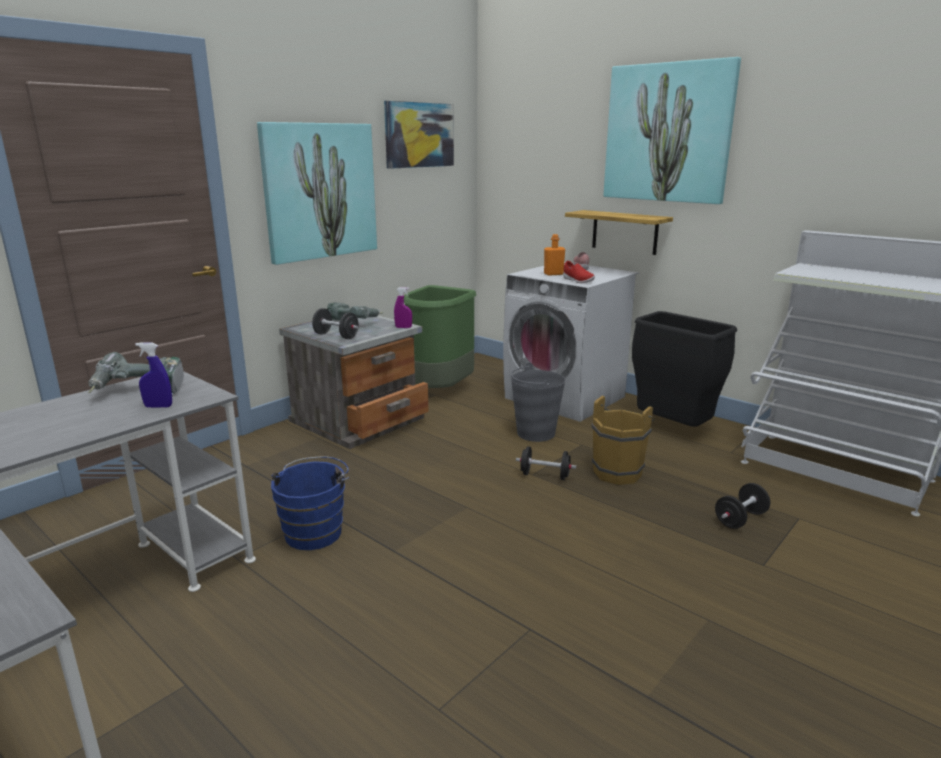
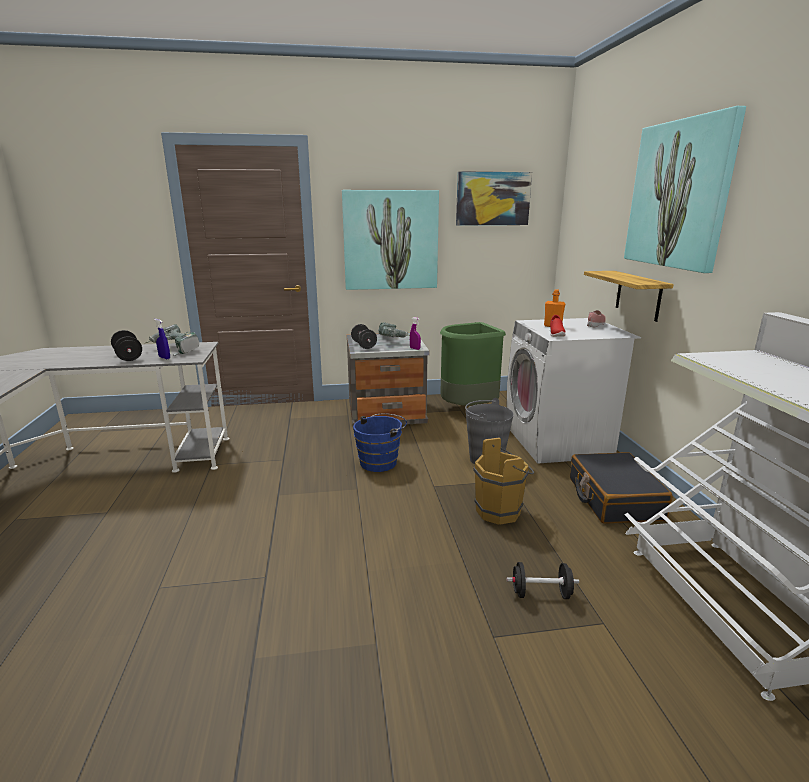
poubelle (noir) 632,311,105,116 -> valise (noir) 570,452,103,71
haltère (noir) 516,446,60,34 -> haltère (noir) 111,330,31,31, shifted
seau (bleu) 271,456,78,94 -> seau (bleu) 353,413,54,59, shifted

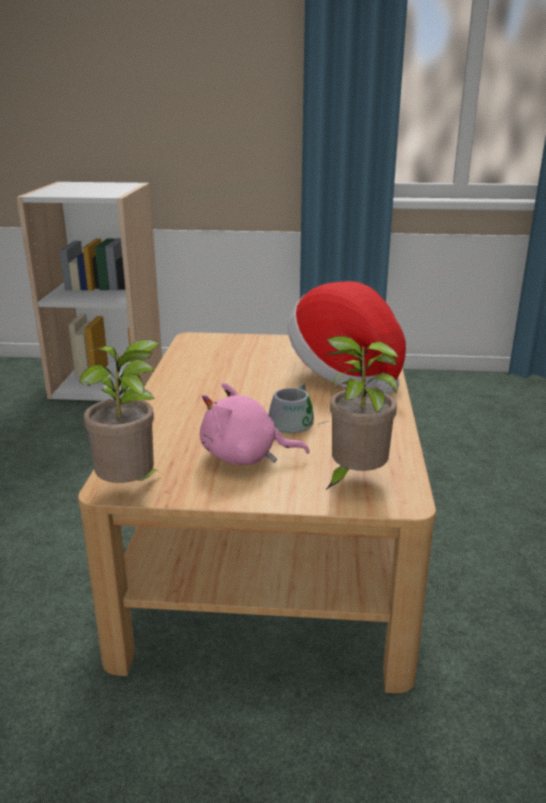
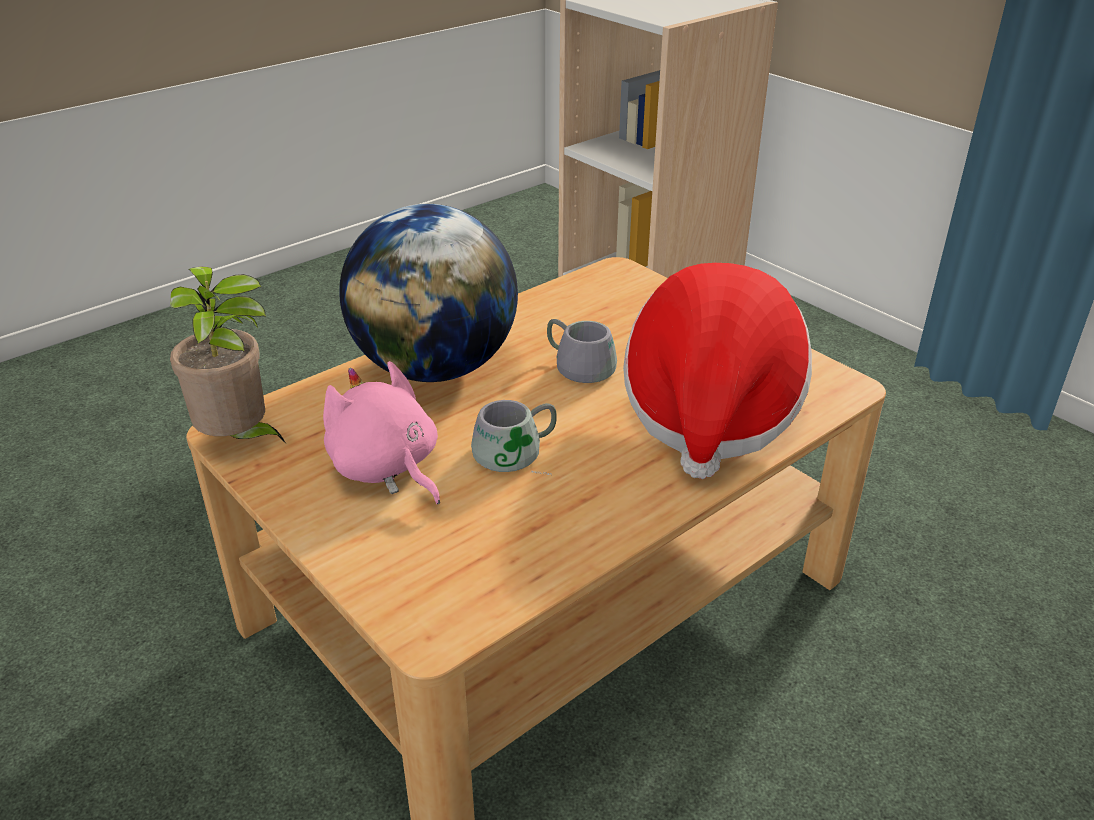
plante en pot 325,336,73,154 -> none
none -> globe 339,204,179,178
none -> mug (gris) 547,319,70,64

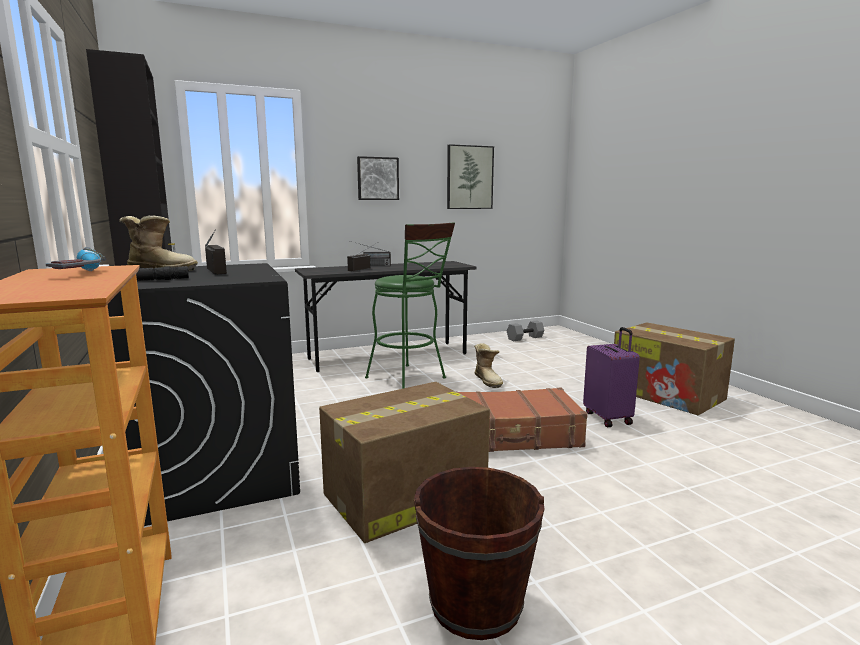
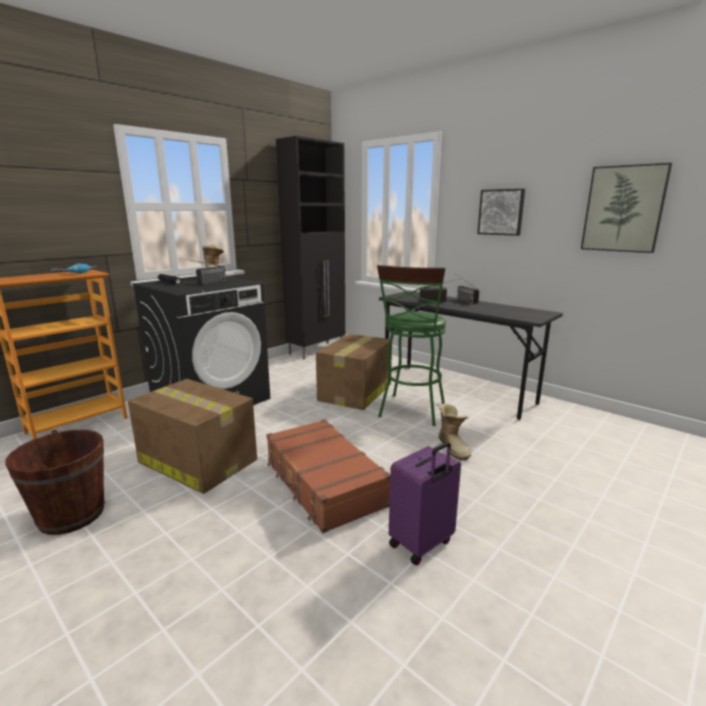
haltère (gris) 507,320,37,21 -> none
carton 614,322,121,93 -> carton 316,334,76,76, shifted
botte 474,343,29,45 -> botte 438,404,33,56, 60 degrees counterclockwise

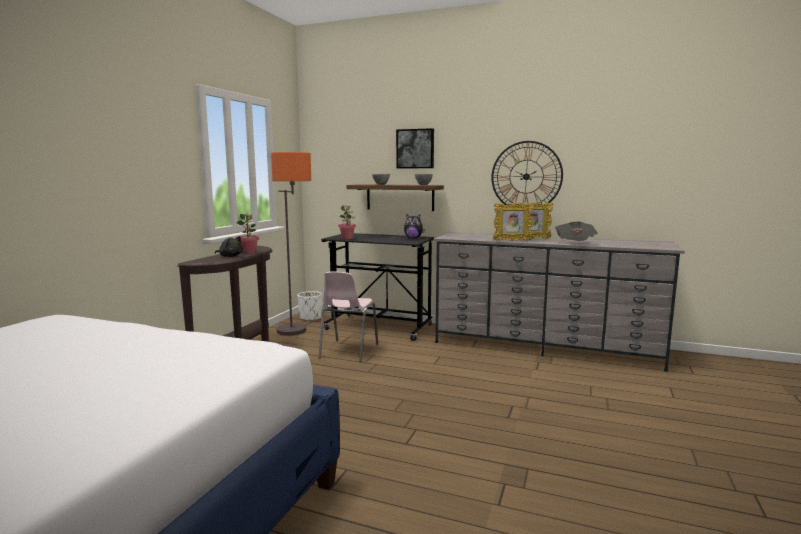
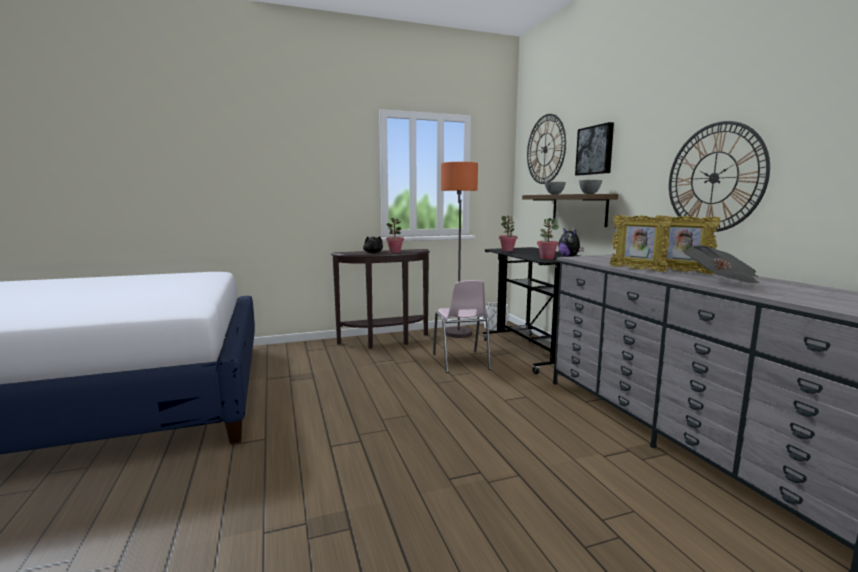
chaise (rose) 319,272,59,90 -> chaise (rose) 433,280,58,93, 75 degrees counterclockwise
none -> horloge murale 527,114,39,70
none -> plante en pot 537,218,22,41

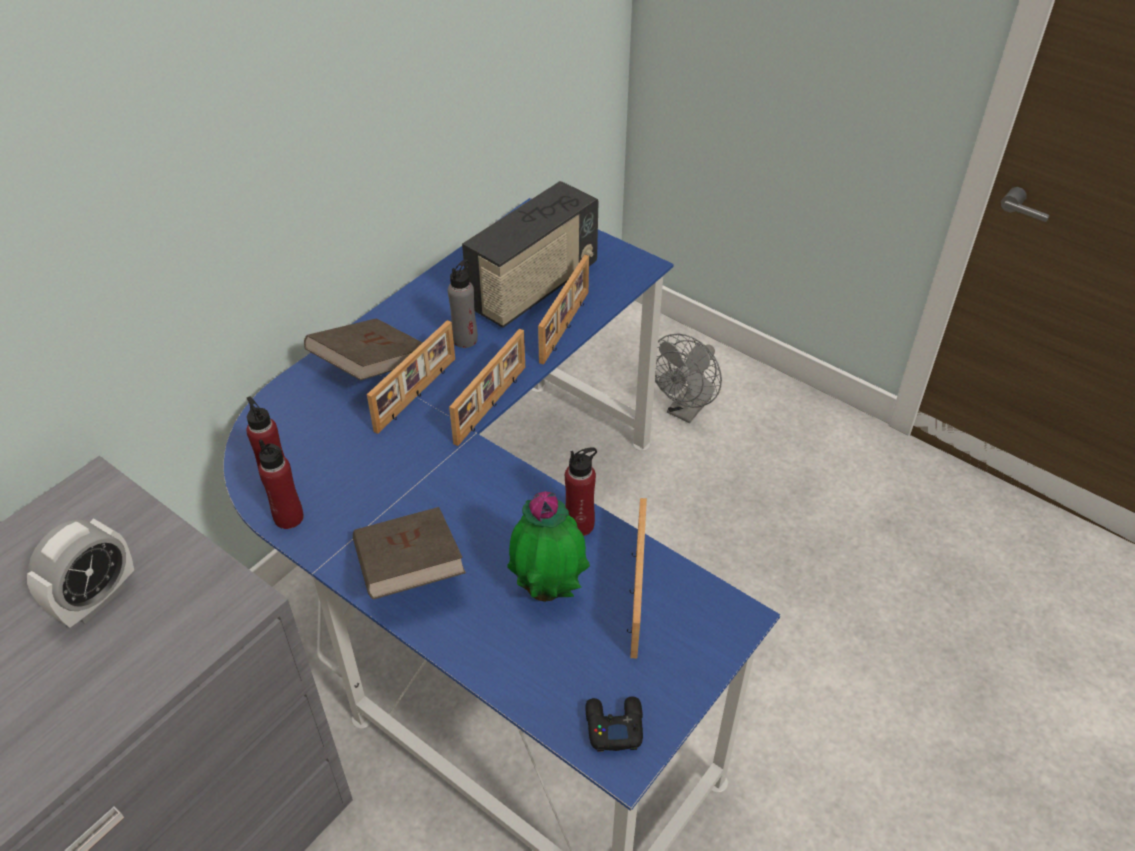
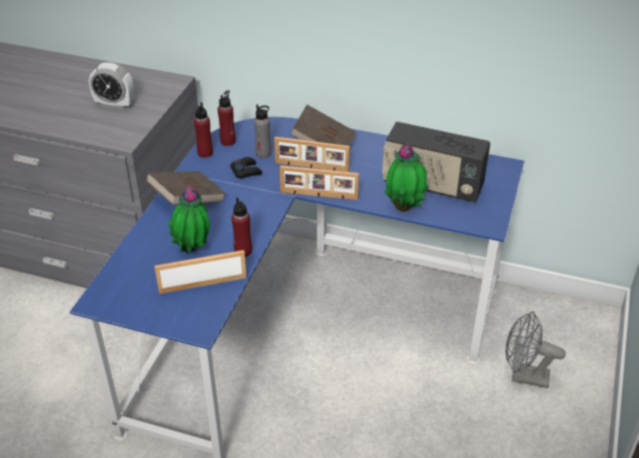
cadre photo 538,255,51,110 -> plante en pot 385,144,43,68
bouteille (gris) 448,259,30,89 -> bouteille (gris) 254,104,17,54, shifted
manette (noir) 585,696,58,56 -> manette (noir) 230,157,32,21, shifted

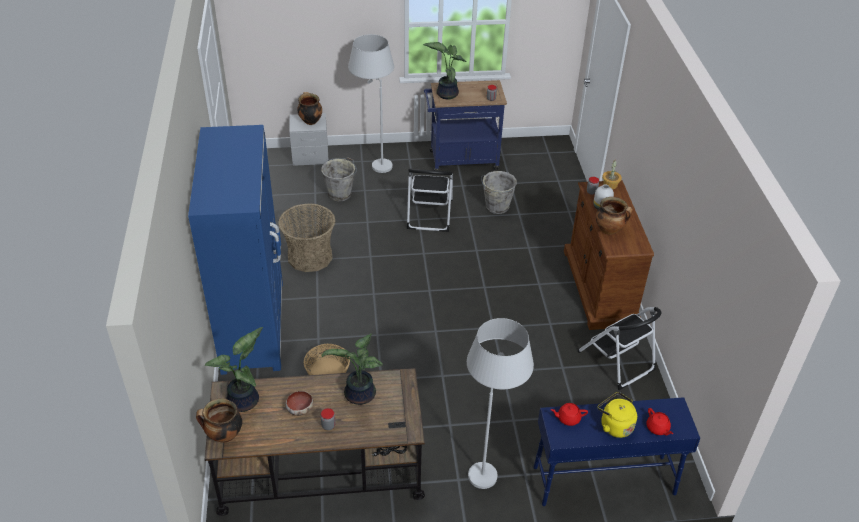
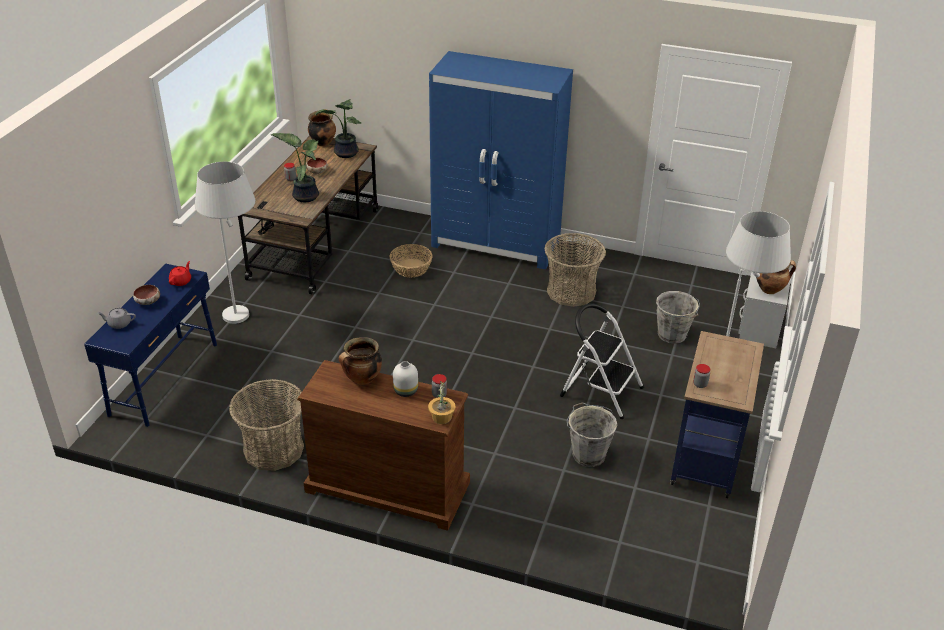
plante en pot 423,42,44,57 -> none
escabeau 578,307,83,83 -> panier 229,379,75,92
bouilloire (jaune) 597,392,40,46 -> bol 133,285,27,20
théière (rouge) 646,408,27,27 -> théière (gris) 98,308,38,21

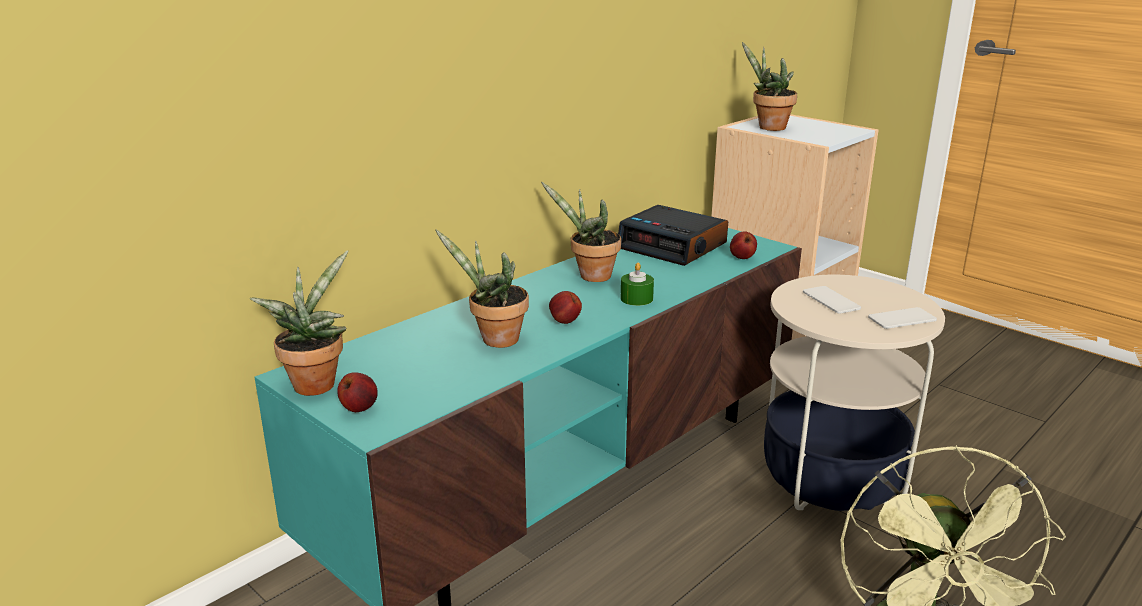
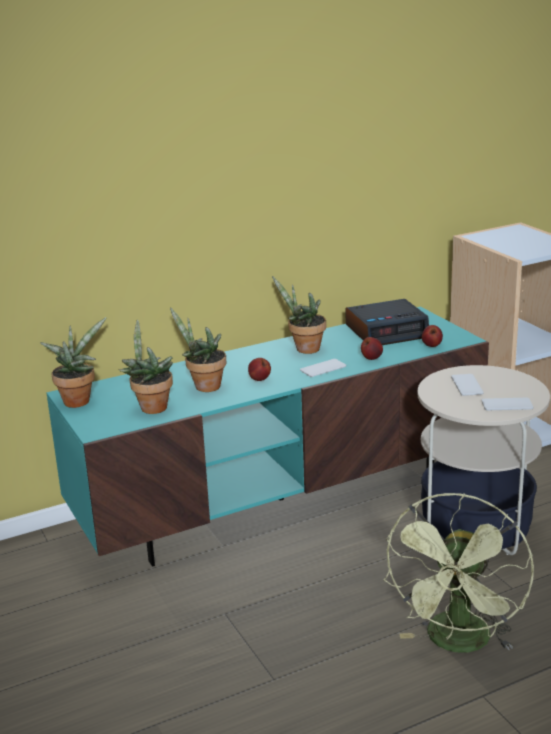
plante en pot 742,42,55,89 -> plante en pot 119,320,54,94, shifted
réveil 618,205,110,61 -> réveil 345,299,84,46, 75 degrees counterclockwise
bougie (vert) 621,262,33,44 -> téléphone 300,359,46,18
pomme 337,372,41,40 -> pomme 361,337,22,23, shifted

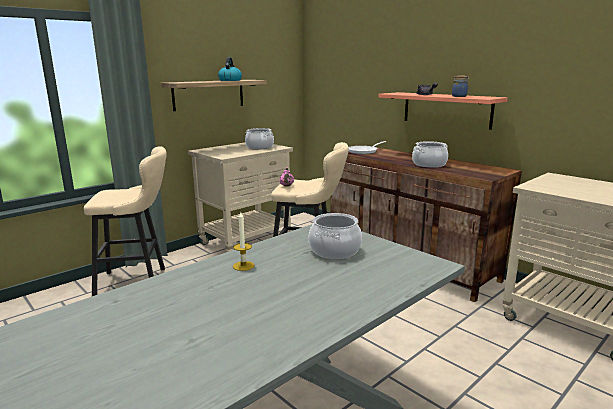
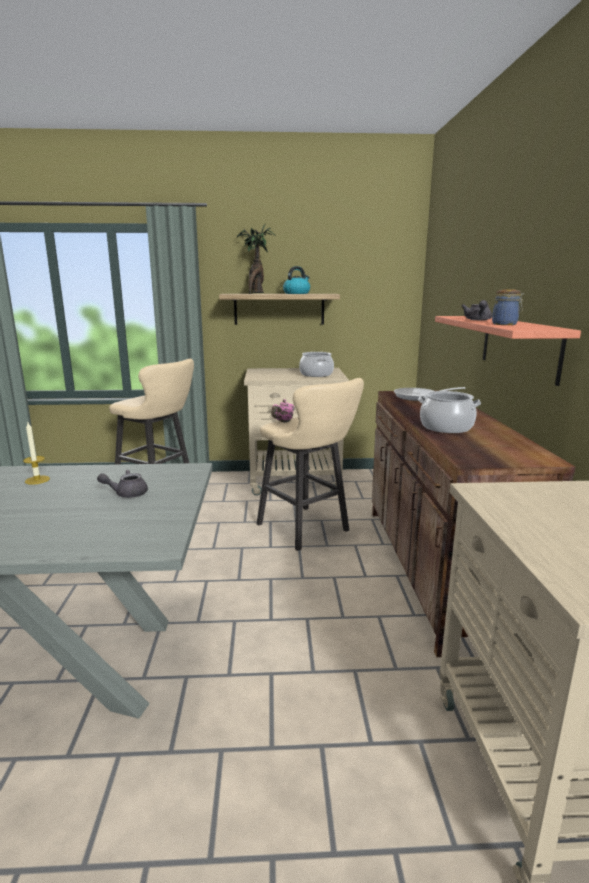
marmite 309,213,53,46 -> théière (gris) 97,470,51,28
none -> plante en pot 237,223,39,71

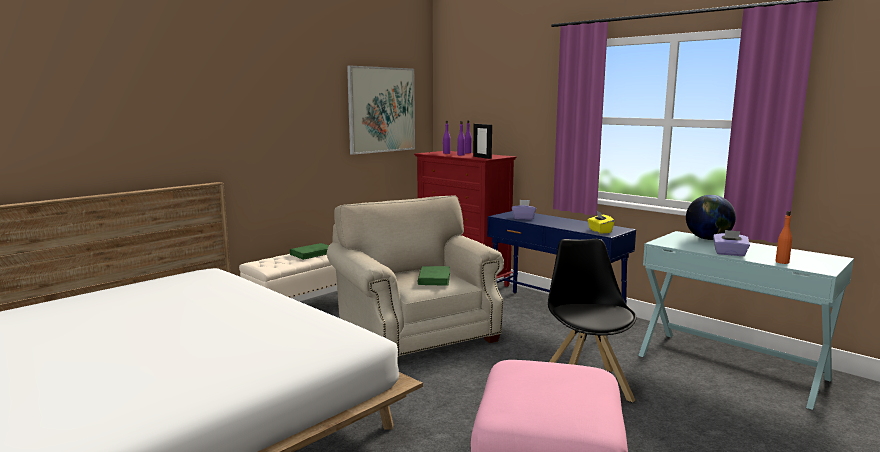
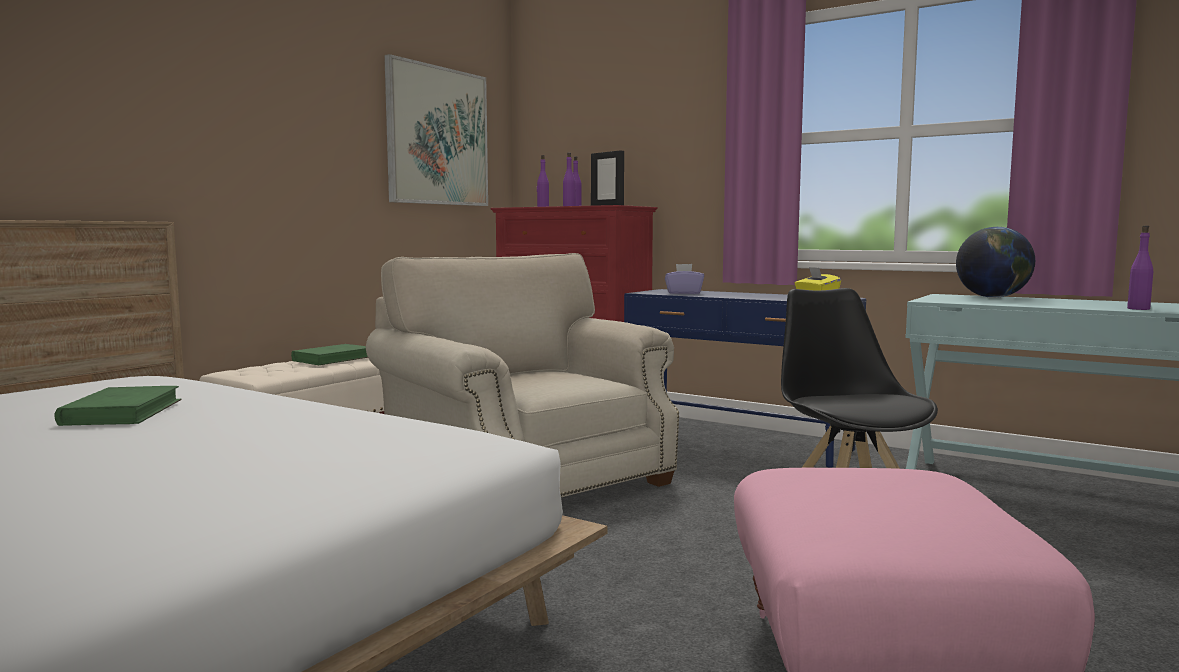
bouteille (orange) 775,211,17,53 -> bouteille (violet) 1127,225,26,85
boîte à mouchoirs (violet) 713,230,37,26 -> none
livre (vert) 417,266,33,20 -> livre (vert) 54,386,127,40, shifted

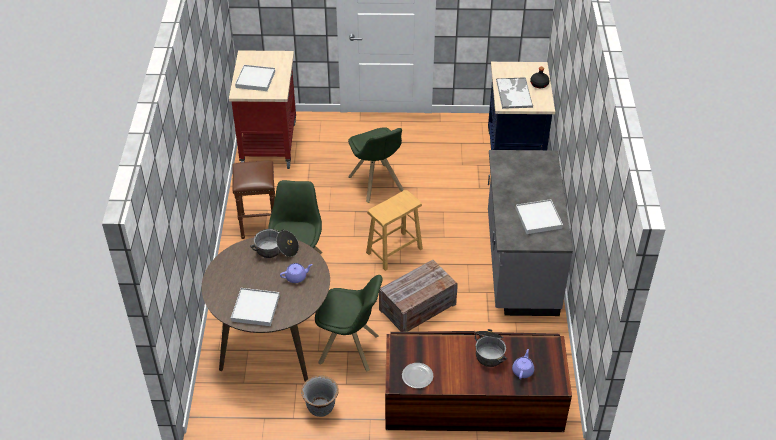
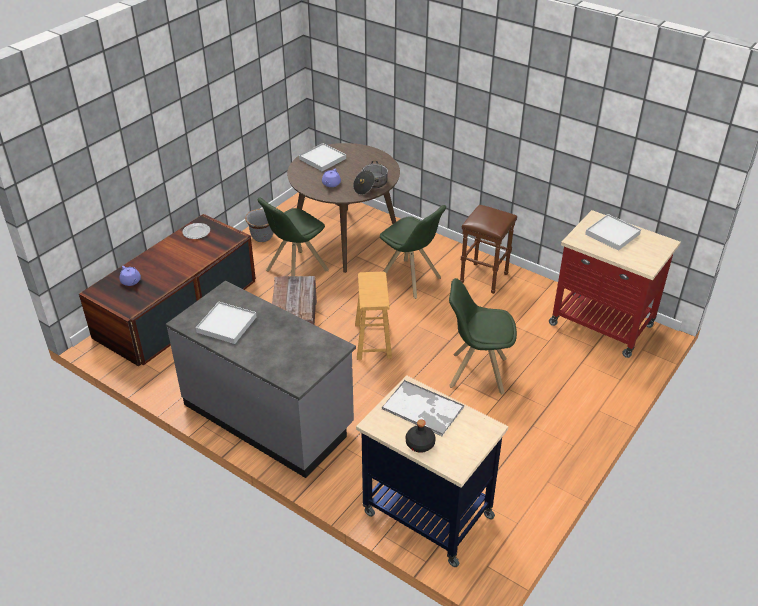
marmite 475,329,32,38 -> none

